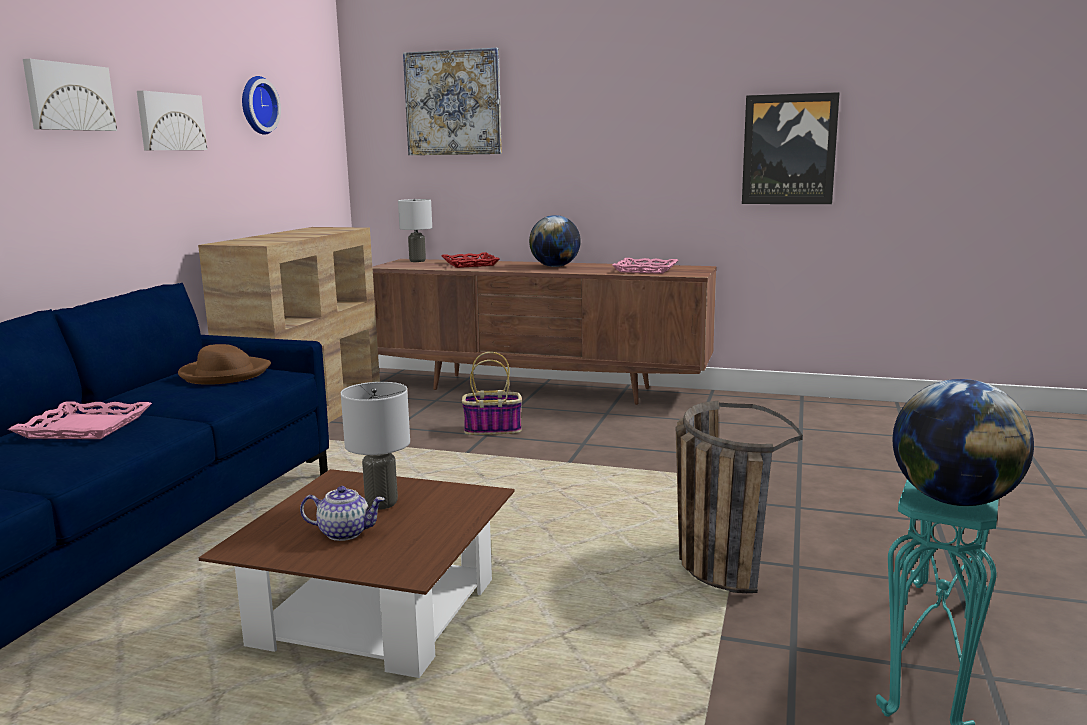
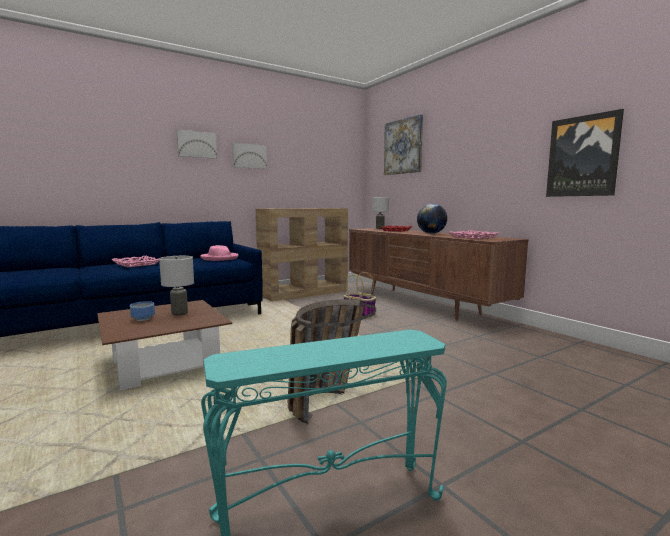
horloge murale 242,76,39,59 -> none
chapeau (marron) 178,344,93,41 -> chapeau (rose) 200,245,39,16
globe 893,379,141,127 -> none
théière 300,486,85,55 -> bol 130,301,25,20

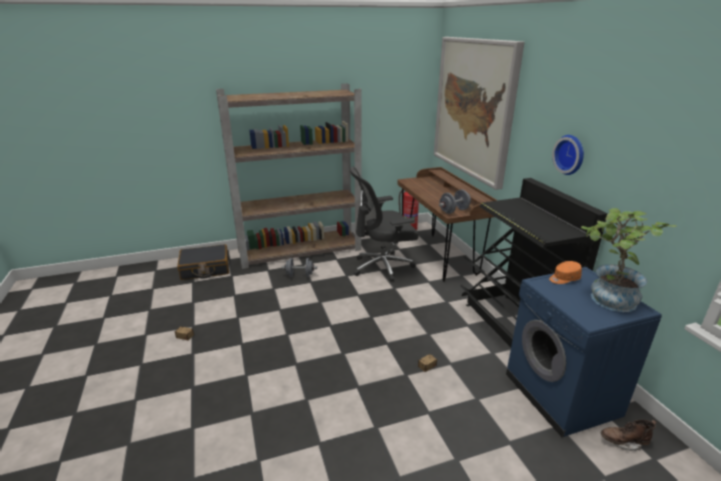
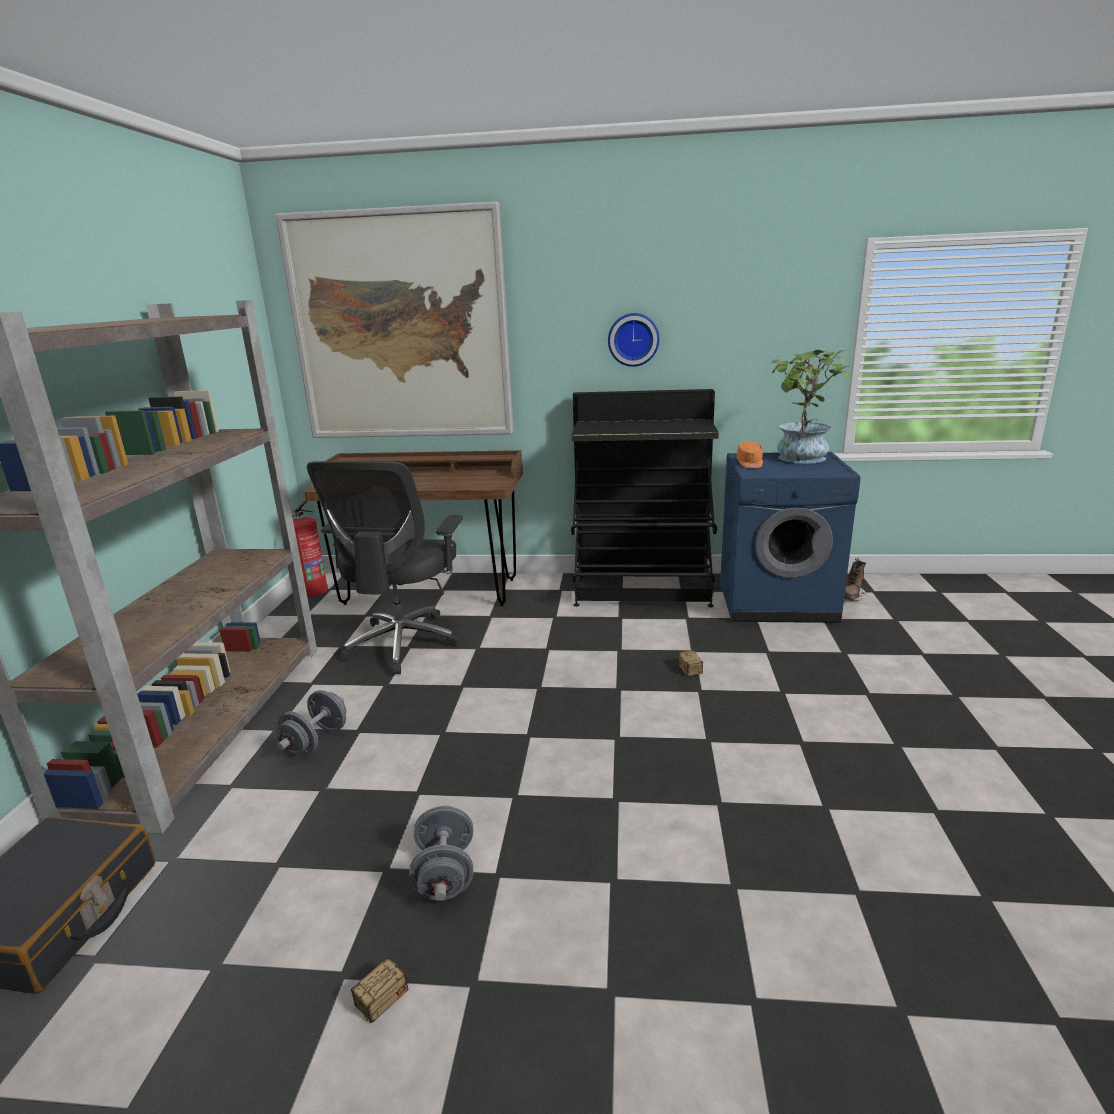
haltère (gris) 439,189,32,25 -> haltère (gris) 409,806,64,95, shifted

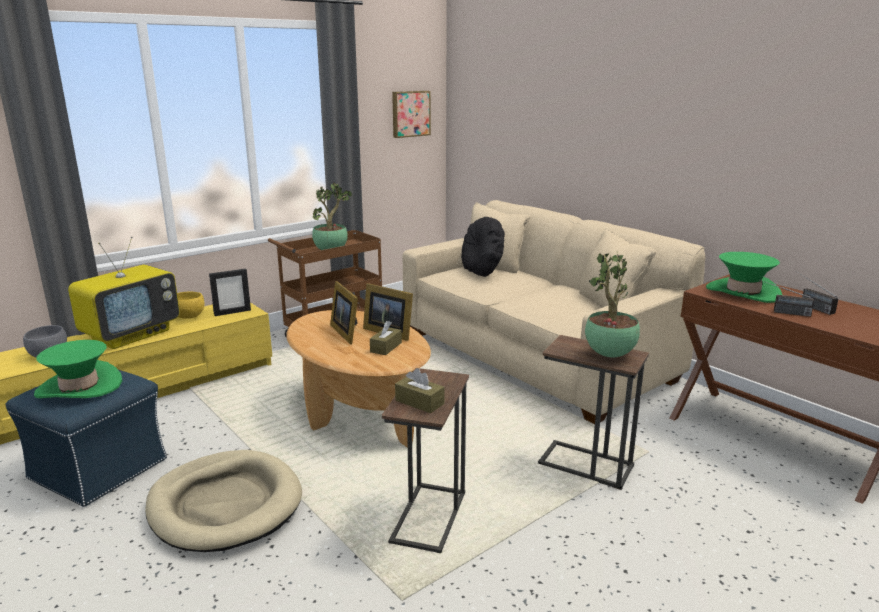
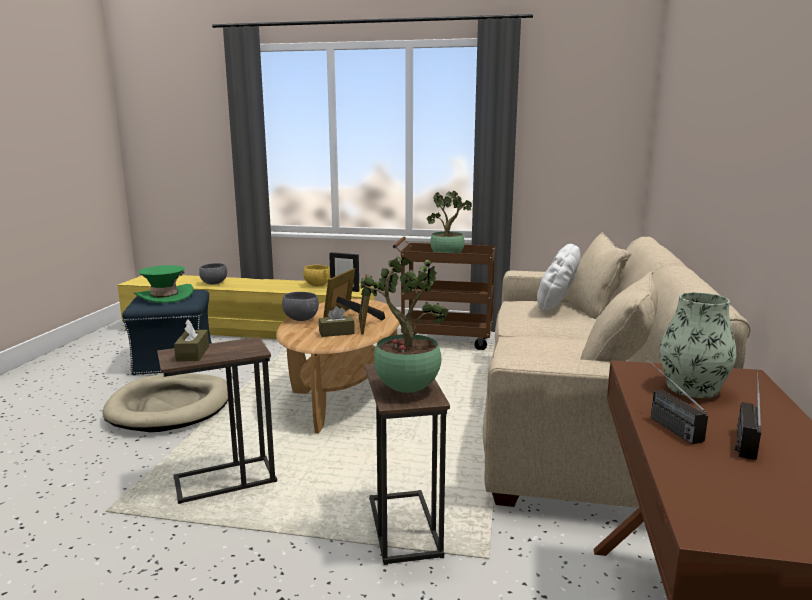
tableau 392,91,39,47 -> none
coussin (noir) 461,217,44,60 -> coussin (blanc) 537,244,44,67
téléviseur 68,237,112,112 -> none
chapeau (vert) 706,252,76,51 -> vase 660,292,77,106
none -> bol (gris) 282,292,37,29

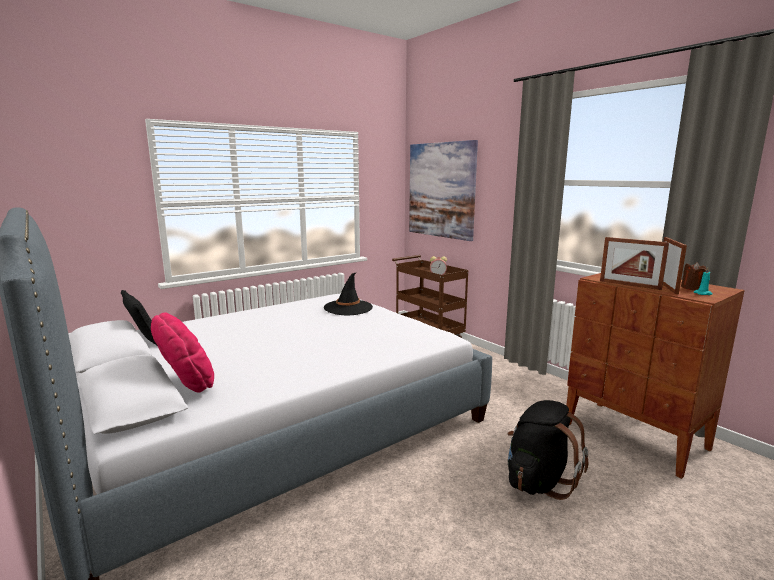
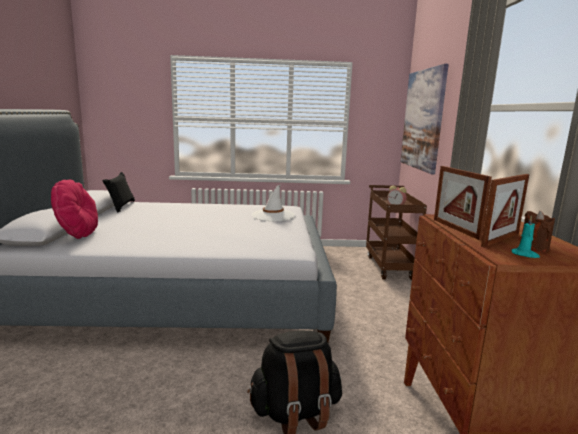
chapeau (noir) 324,272,49,43 -> chapeau (blanc) 252,185,43,36

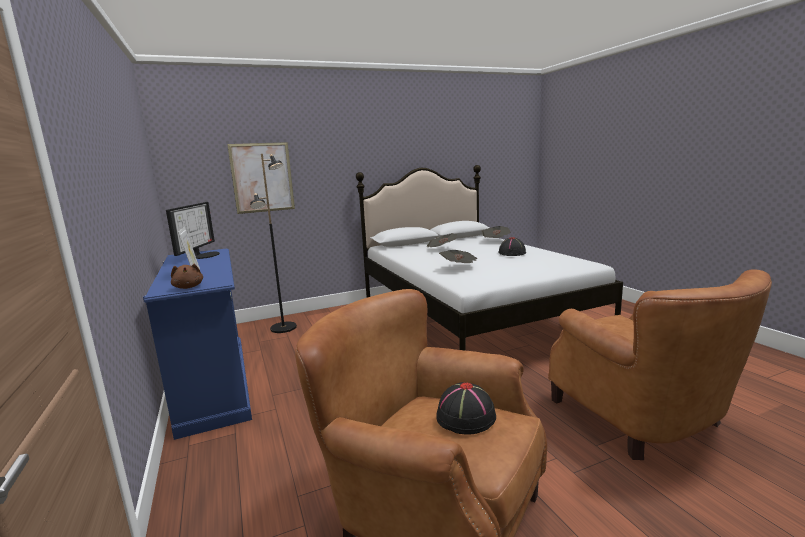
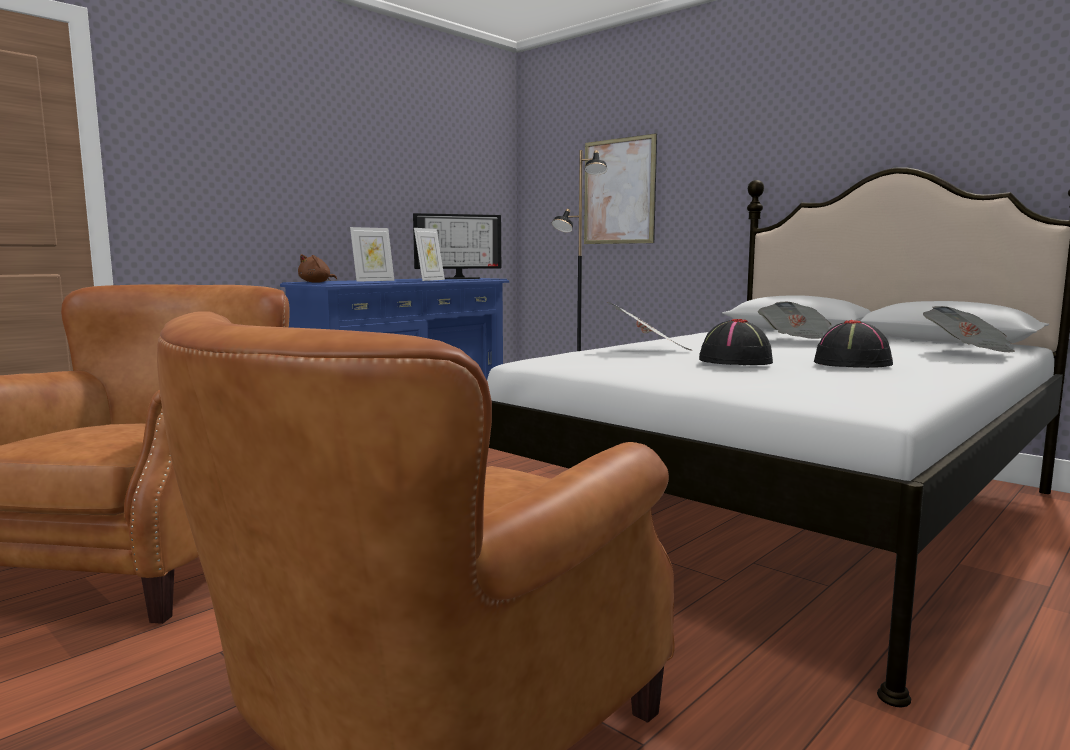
chapeau (noir) 436,382,60,53 -> chapeau (noir) 699,319,74,46, shifted
none -> cadre photo 414,228,31,53

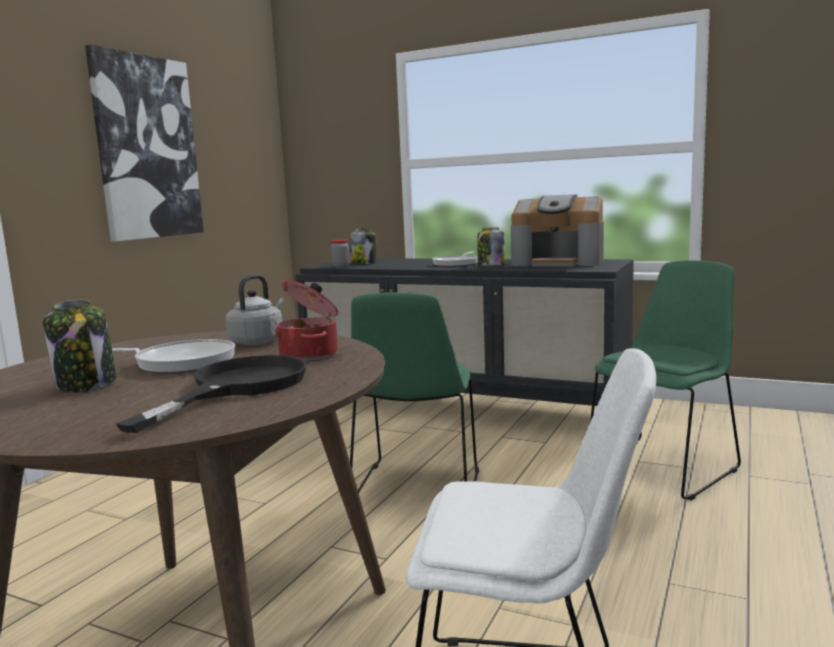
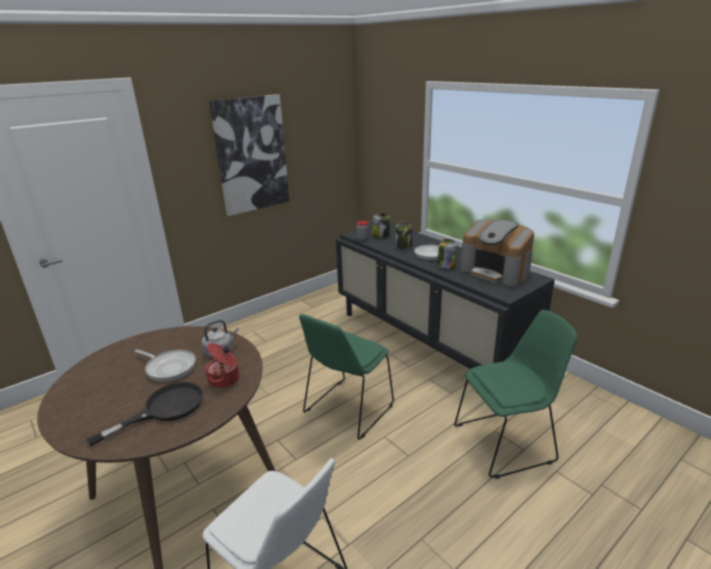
bocal 43,300,74,92 -> bocal 395,222,17,27, shifted

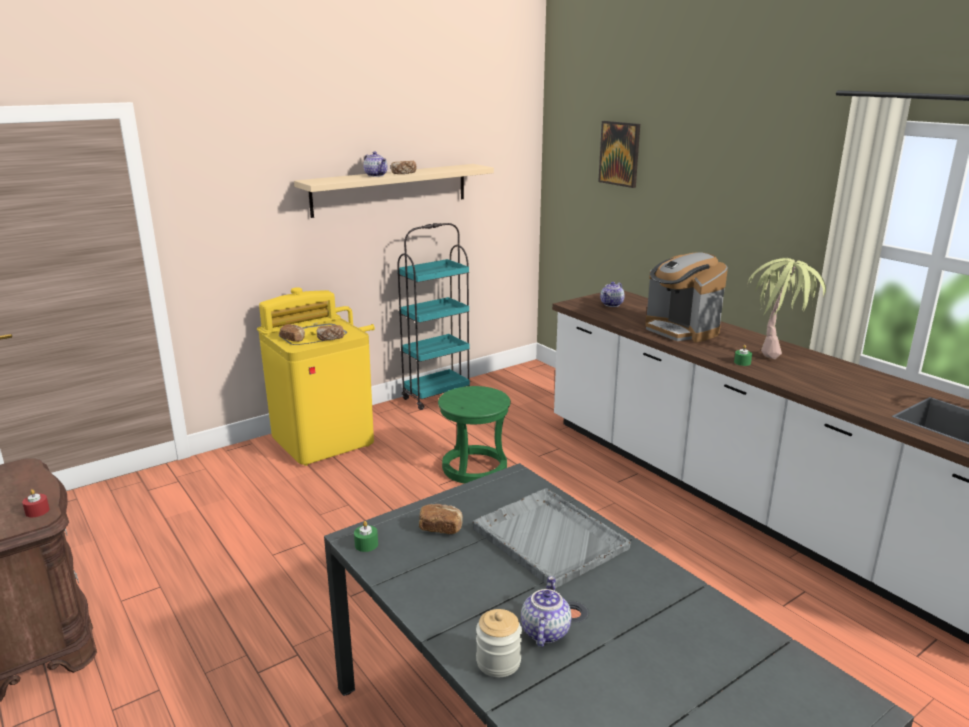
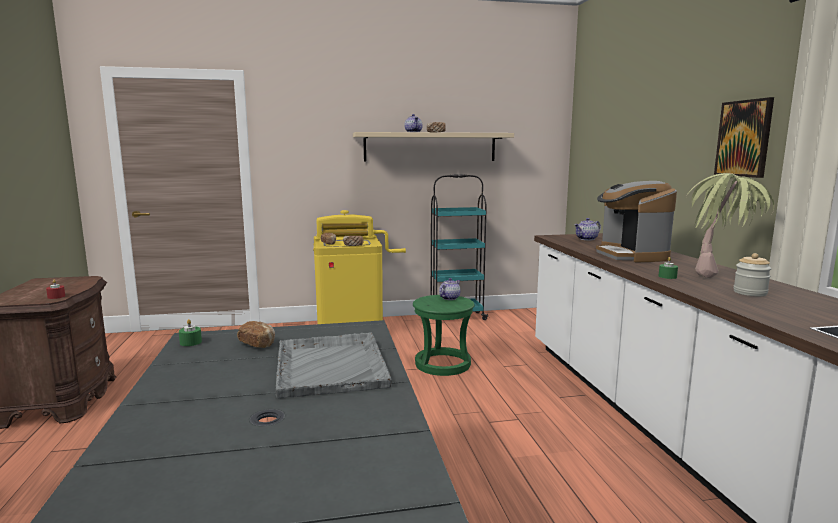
tableau 598,121,42,67 -> tableau 714,97,60,81, shifted
théière 521,576,50,71 -> théière 439,278,22,22, shifted
bocal 476,609,46,68 -> bocal 733,253,39,43, shifted

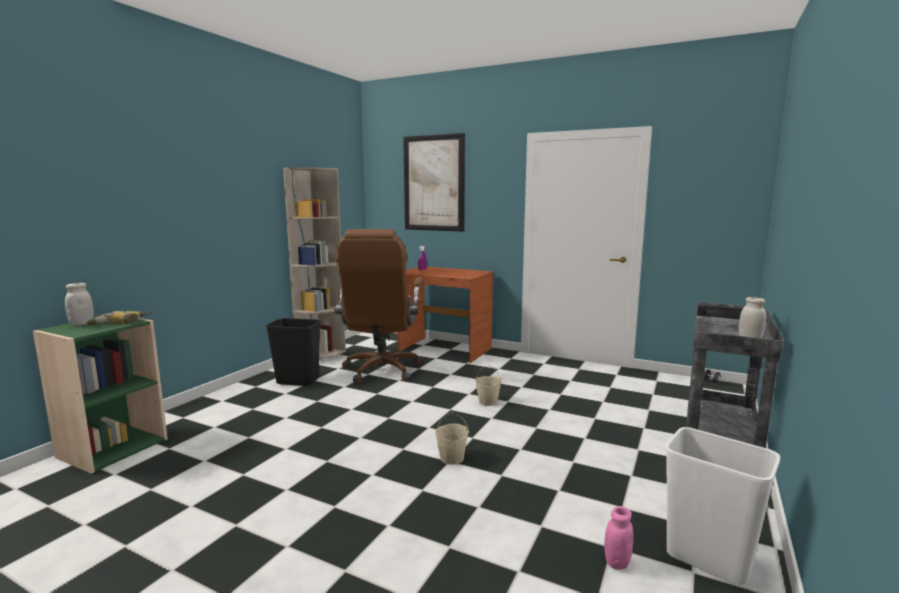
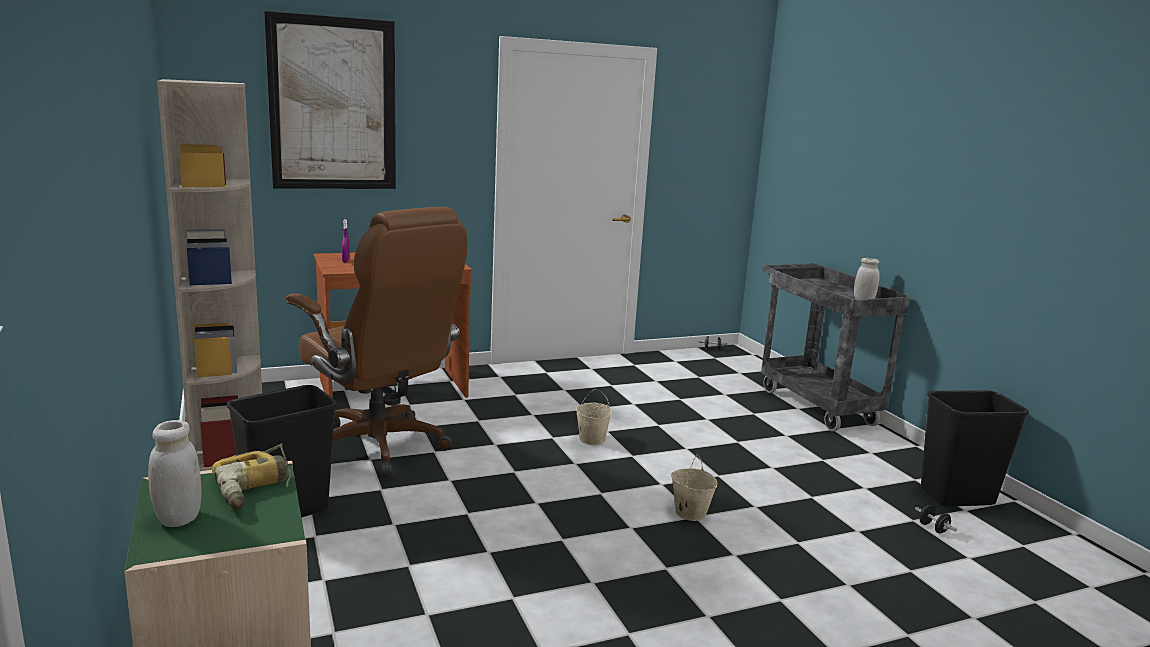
poubelle (blanc) 665,427,115,158 -> poubelle (noir) 921,390,108,117
bocal (rose) 604,506,29,64 -> haltère (noir) 915,505,42,29

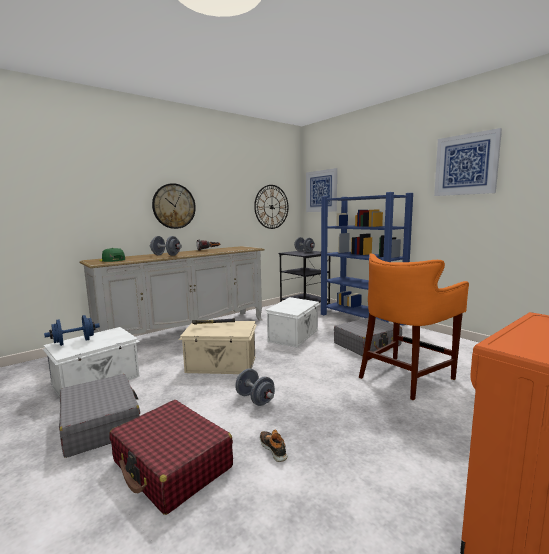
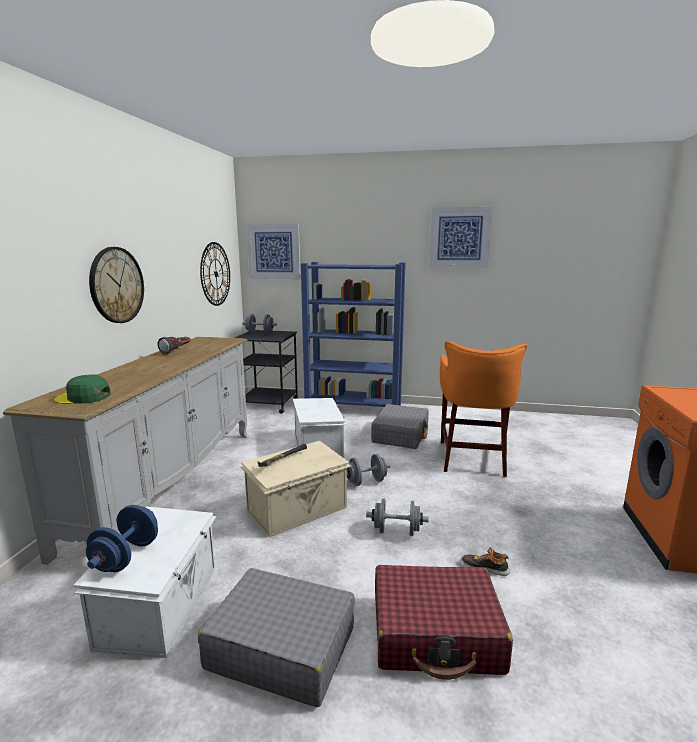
haltère (gris) 150,236,32,20 -> haltère (gris) 347,454,43,32, shifted

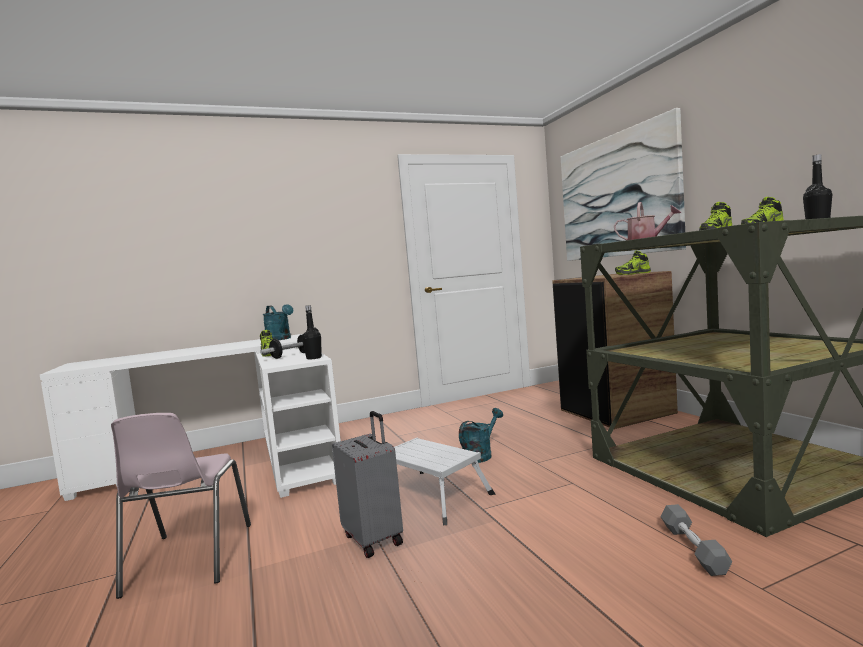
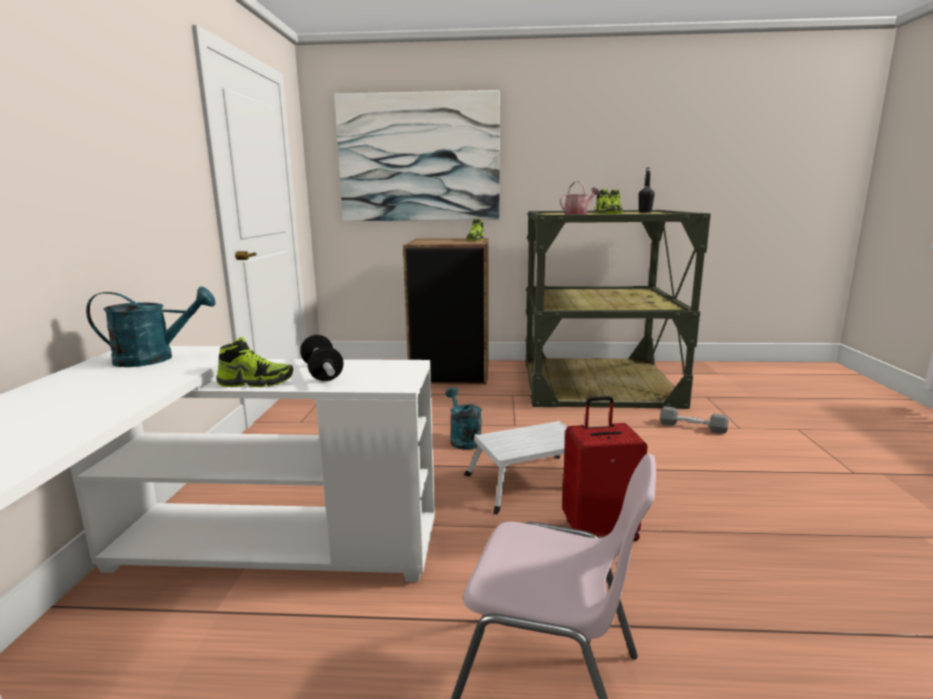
bouteille (noir) 302,305,20,55 -> none
valise (gris) 332,411,71,147 -> valise (rouge) 562,396,86,145

